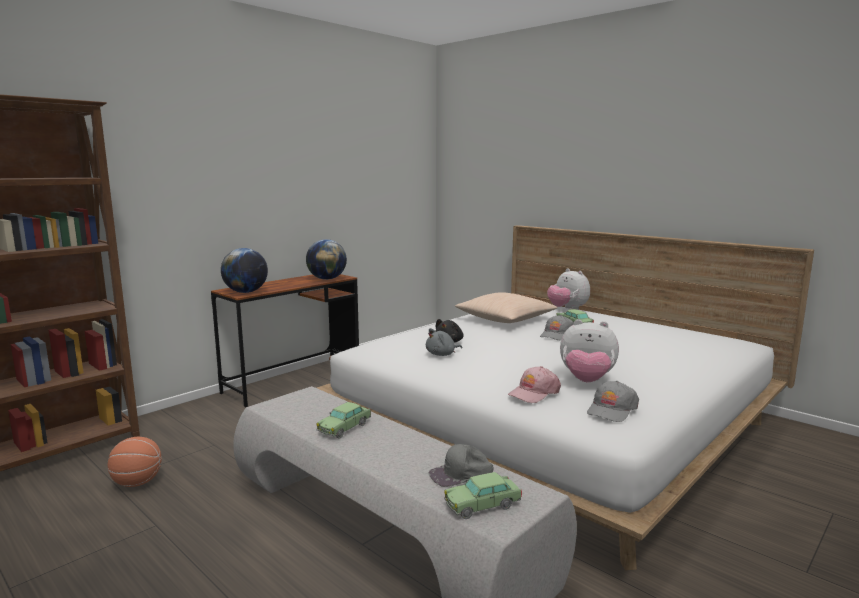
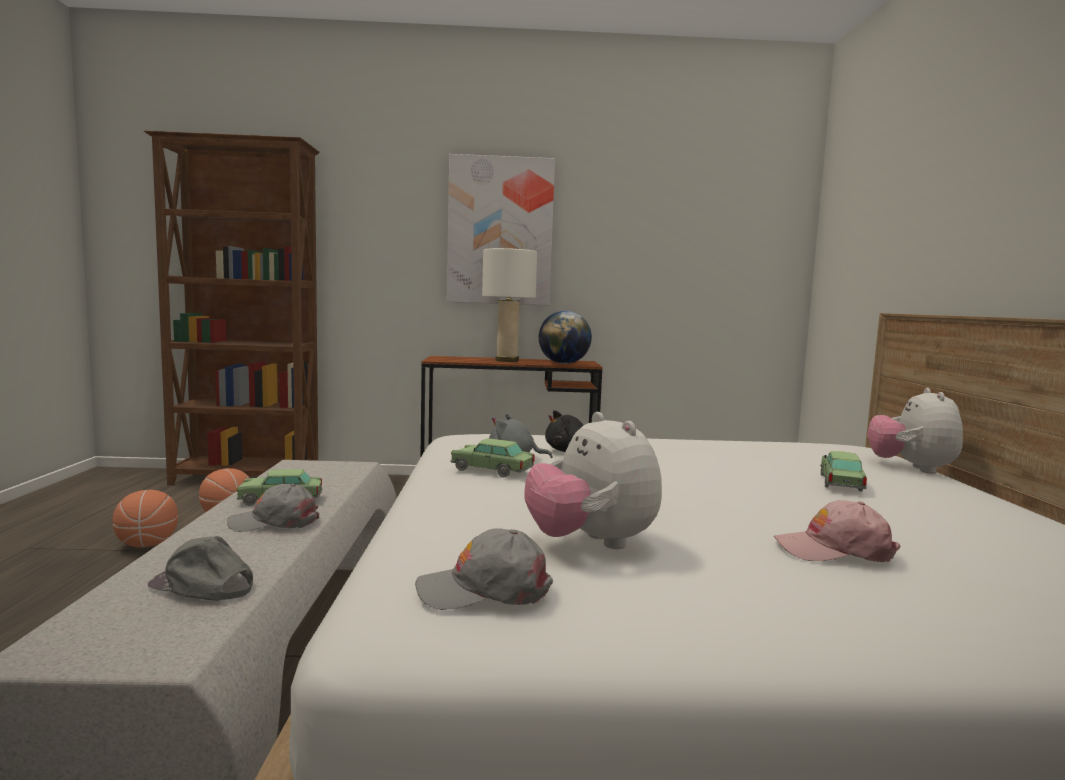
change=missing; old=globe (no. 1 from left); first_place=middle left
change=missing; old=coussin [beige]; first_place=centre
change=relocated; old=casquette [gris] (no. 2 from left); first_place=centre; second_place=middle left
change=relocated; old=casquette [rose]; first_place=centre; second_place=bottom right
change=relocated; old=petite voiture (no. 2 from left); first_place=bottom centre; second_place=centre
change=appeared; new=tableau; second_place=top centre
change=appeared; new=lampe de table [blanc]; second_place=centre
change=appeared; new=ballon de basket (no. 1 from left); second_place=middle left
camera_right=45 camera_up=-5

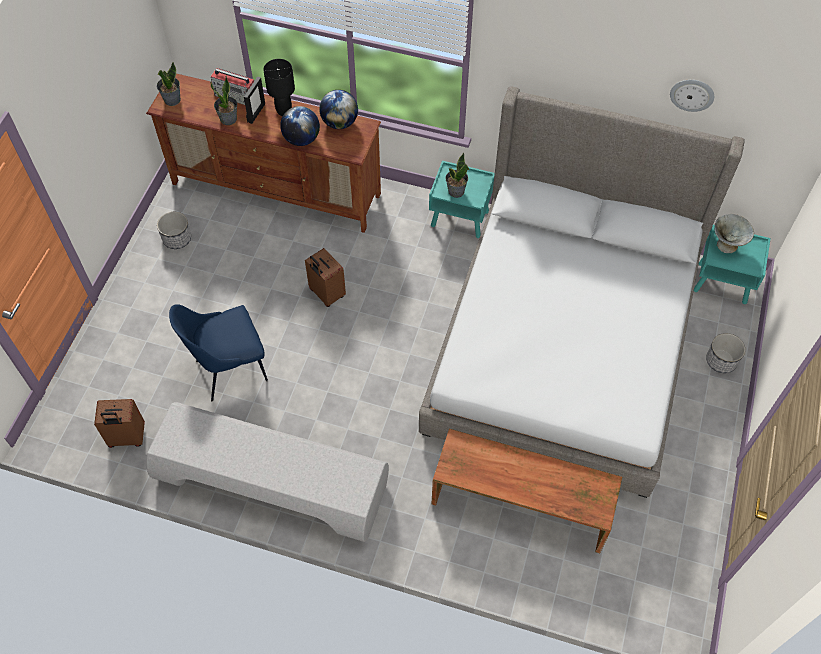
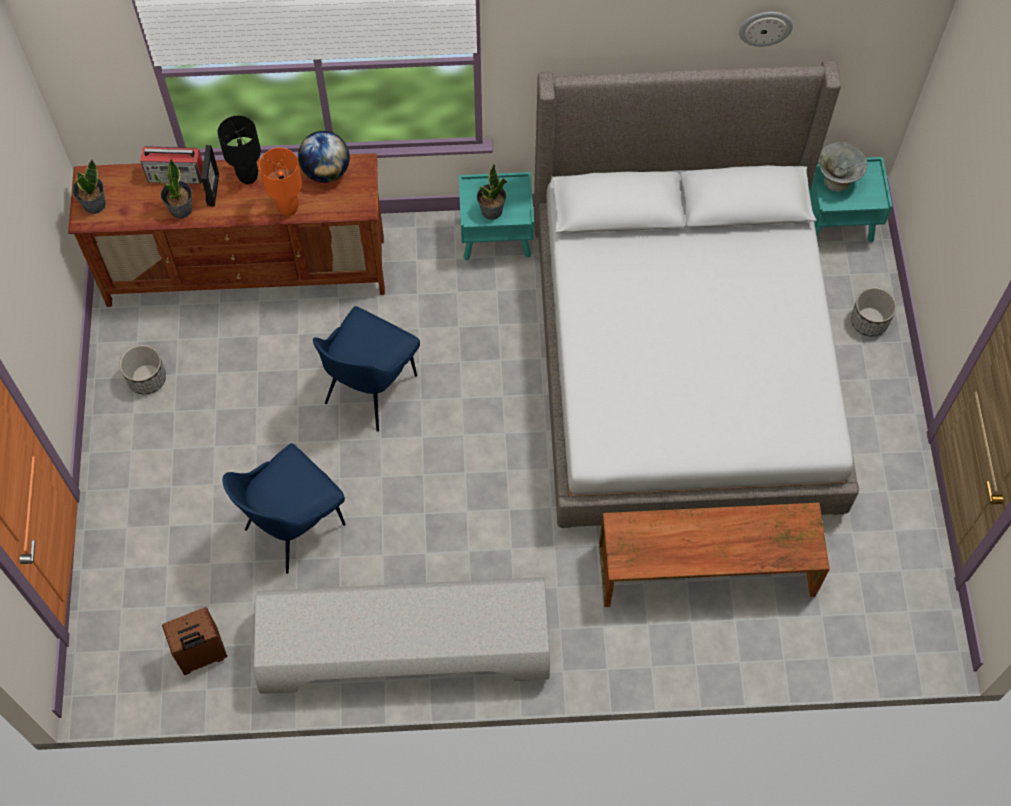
change=exchanged; old=globe (no. 1 from left); new=lampe de table [orange]; first_place=top centre; second_place=top left
change=exchanged; old=valise [marron] (no. 2 from left); new=chaise [bleu] (no. 2 from left); first_place=centre; second_place=centre
camera_right=-20 camera_up=5

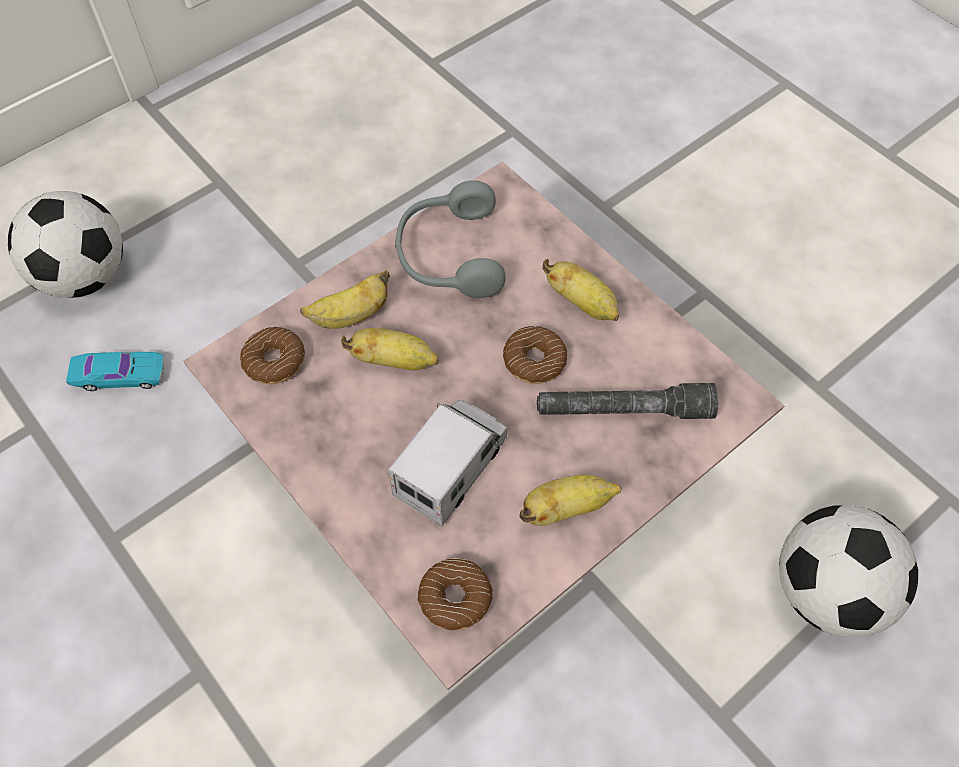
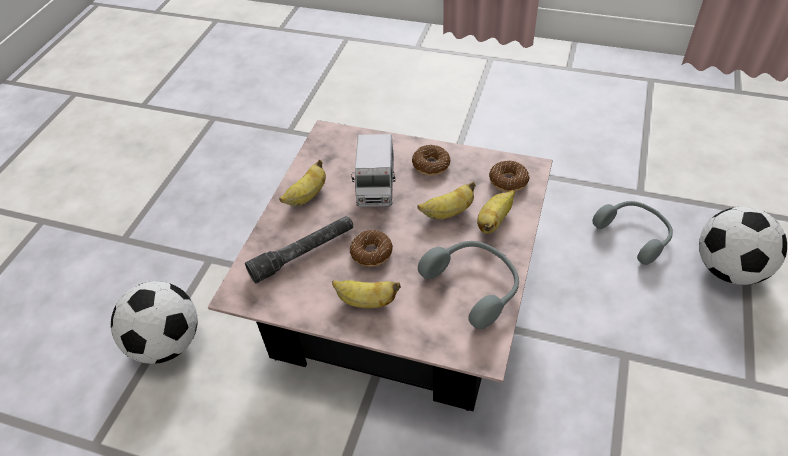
change=exchanged; old=petite voiture [turquoise]; new=casque audio [gris] (no. 2 from left); first_place=middle left; second_place=middle right
change=relocated; old=beignet (no. 2 from left); first_place=bottom centre; second_place=centre
camera_right=150 camera_up=-10

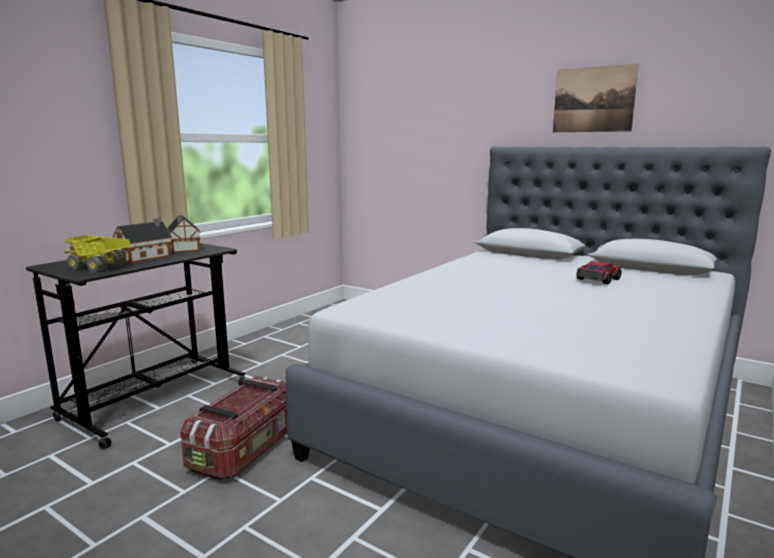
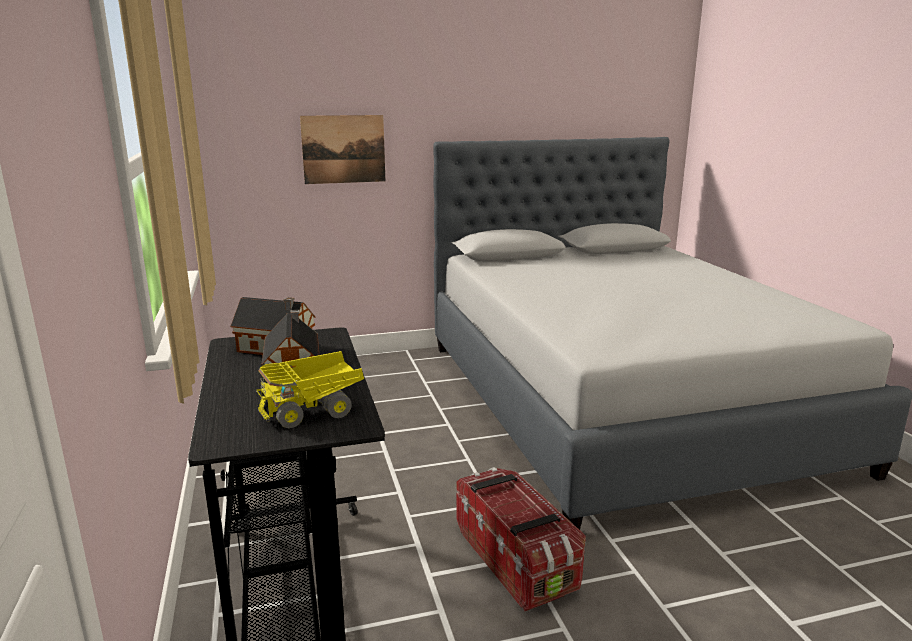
change=relocated; old=tableau; first_place=top right; second_place=top centre
change=missing; old=petite voiture; first_place=middle right
camera_right=-50 camera_up=5

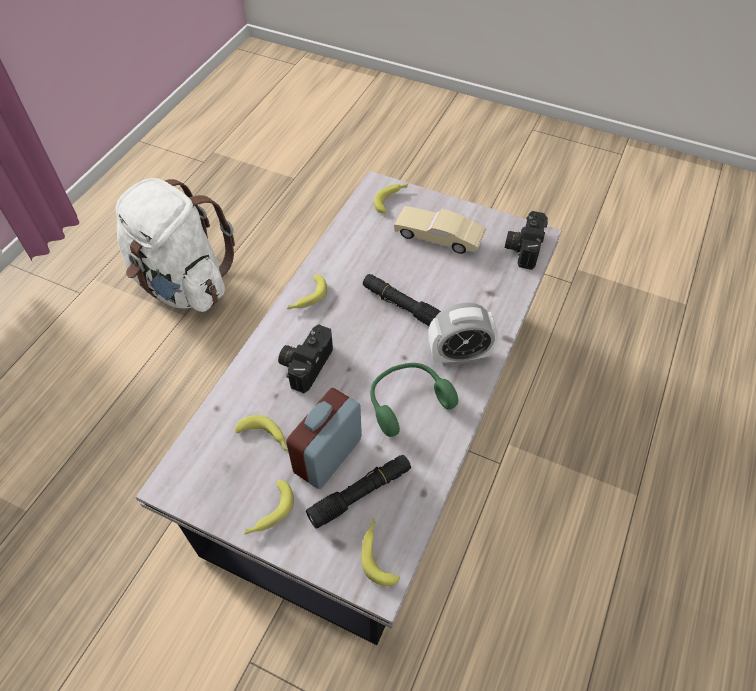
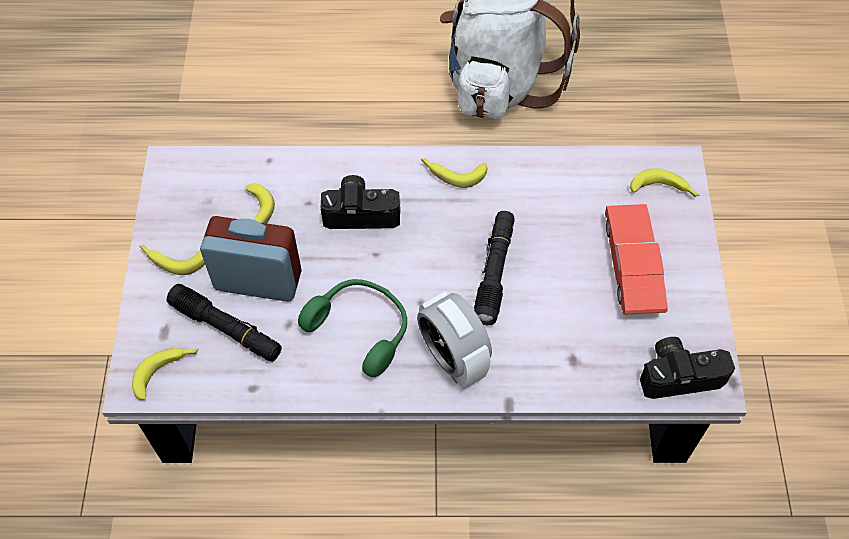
change=colour; old=petite voiture [beige]; new=petite voiture [rouge]; first_place=top centre; second_place=middle right
camera_right=65 camera_up=5

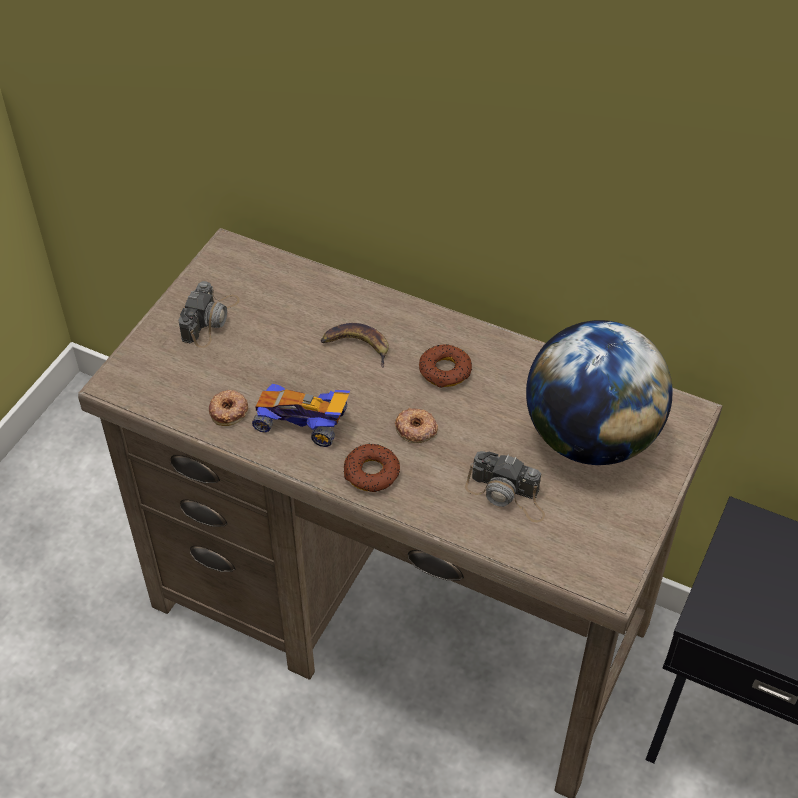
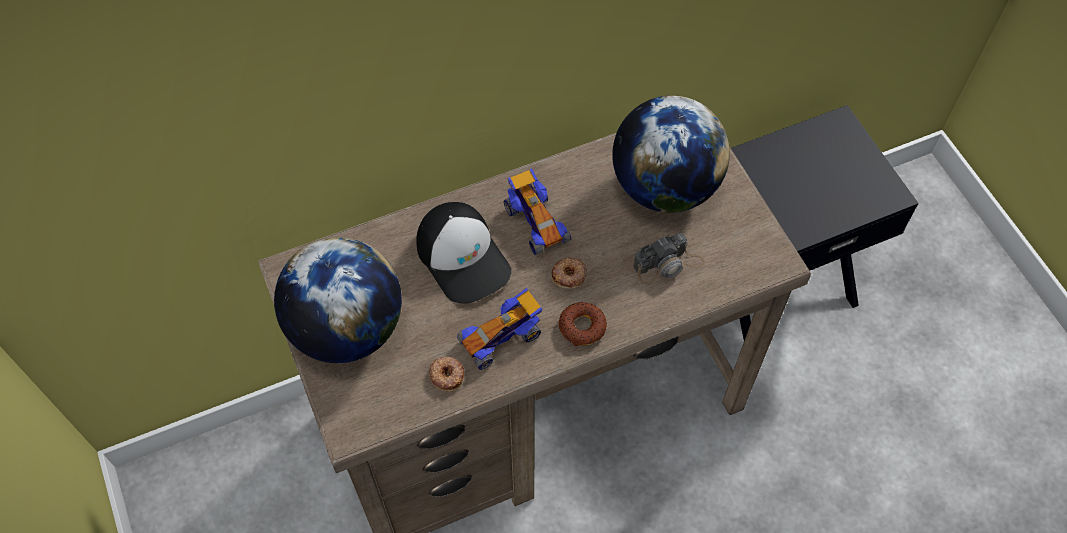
change=exchanged; old=appareil photo (no. 1 from left); new=globe (no. 1 from left); first_place=middle left; second_place=middle left
change=exchanged; old=banane; new=casquette; first_place=centre; second_place=centre
change=exchanged; old=beignet (no. 4 from left); new=petite voiture (no. 2 from left); first_place=centre; second_place=centre
camera_right=-50 camera_up=10

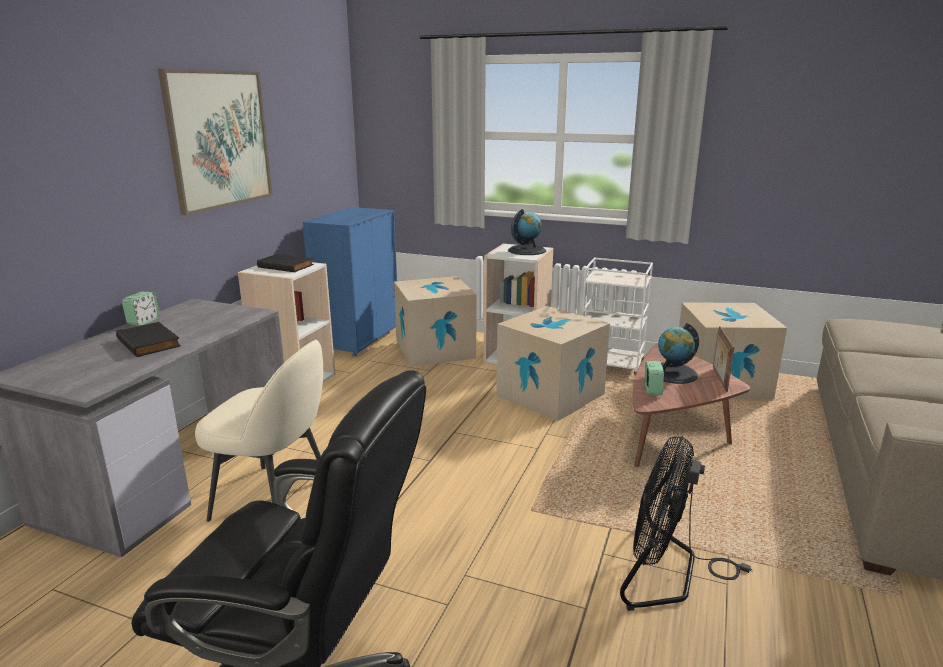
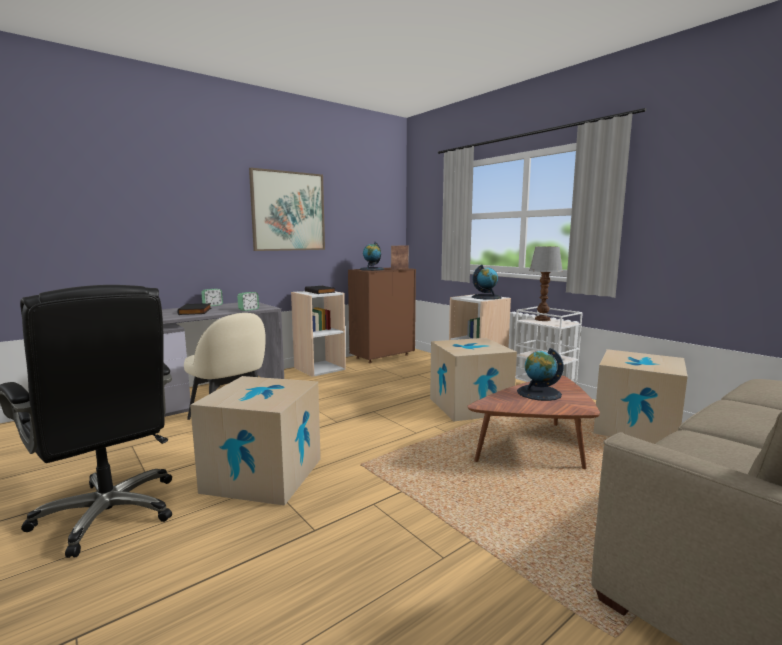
change=colour; old=meuble de rangement [bleu]; new=meuble de rangement [marron]; first_place=centre; second_place=centre
change=relocated; old=carton (no. 1 from left); first_place=centre; second_place=bottom left
change=relocated; old=cadre photo; first_place=middle right; second_place=centre
change=relocated; old=réveil (no. 2 from left); first_place=middle right; second_place=middle left
change=missing; old=ventilateur [noir]; first_place=bottom right
change=appeared; new=globe (no. 1 from left); second_place=centre
change=appeared; new=lampe de table; second_place=middle right
camera_right=30 camera_up=-10

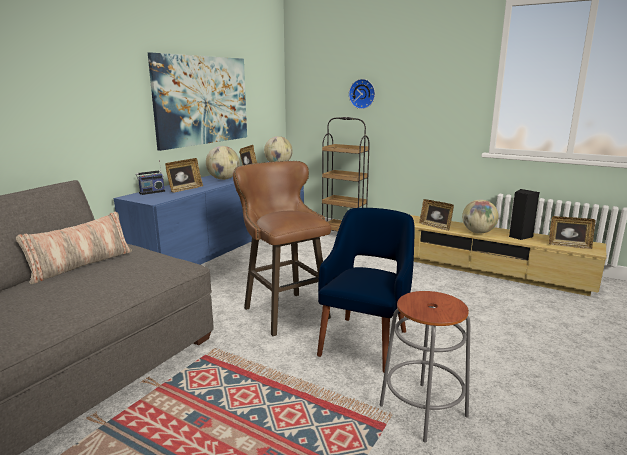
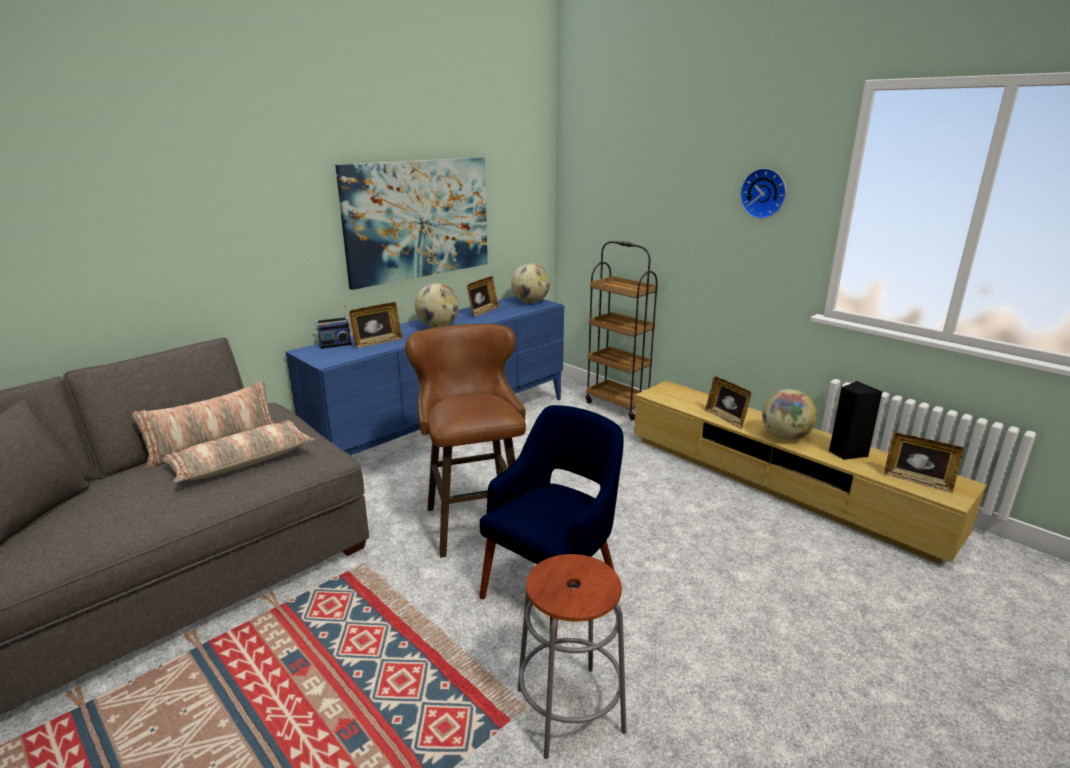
change=relocated; old=horloge murale; first_place=top centre; second_place=top right
change=appeared; new=coussin (no. 2 from left); second_place=middle left
camera_right=15 camera_up=5

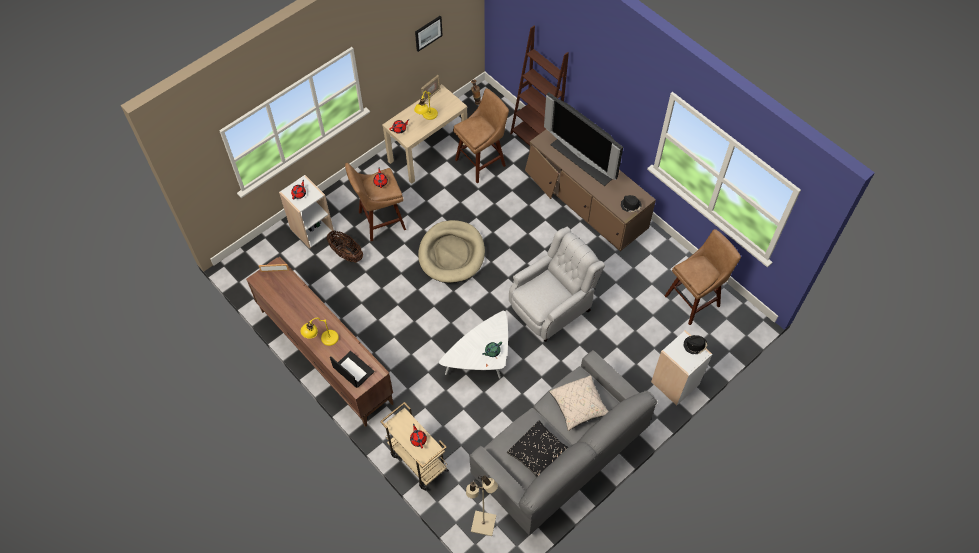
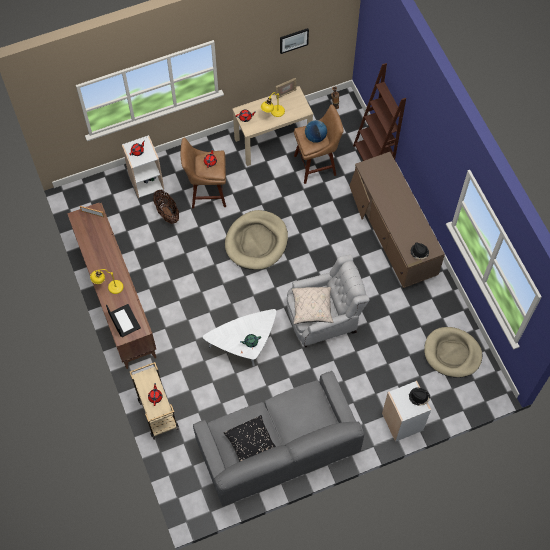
change=missing; old=téléviseur; first_place=top centre
change=exchanged; old=tabouret [marron] (no. 3 from left); new=panier pour chien [beige] (no. 2 from left); first_place=middle right; second_place=middle right
change=relocated; old=coussin [beige]; first_place=bottom centre; second_place=centre
change=missing; old=lampadaire [beige]; first_place=bottom centre
change=appeared; new=globe; second_place=top centre
camera_right=20 camera_up=5

